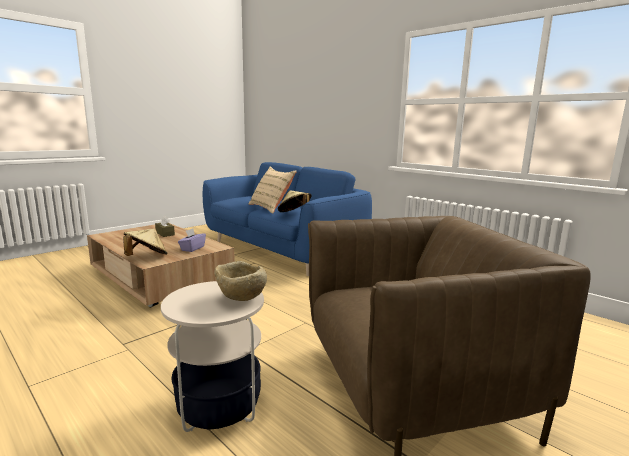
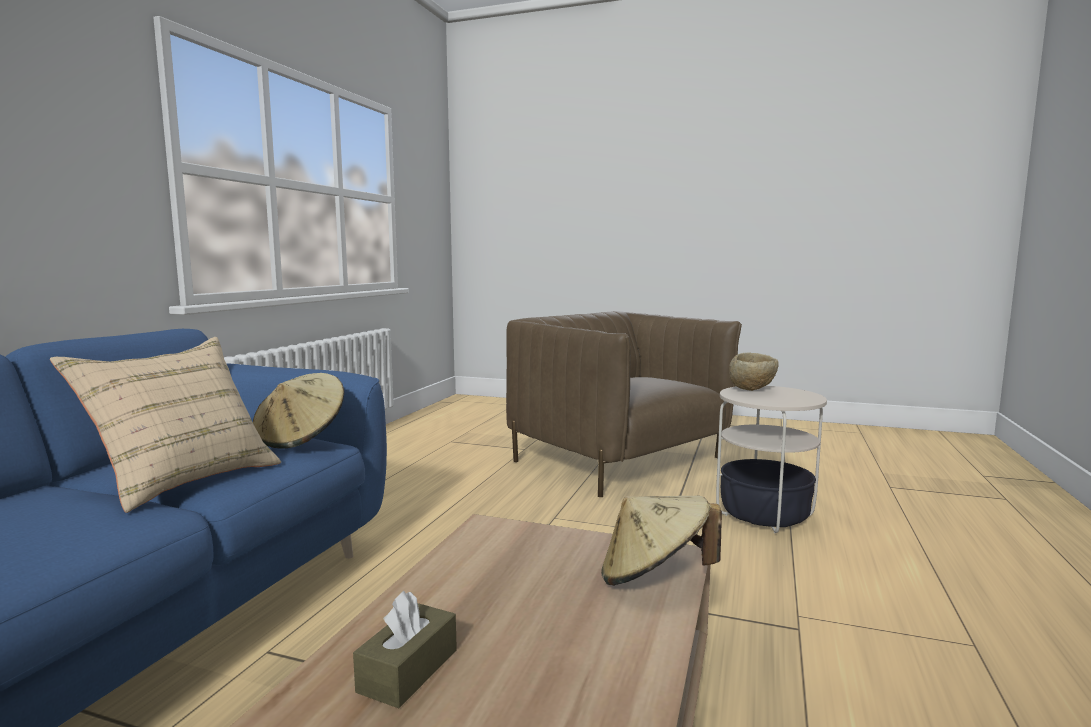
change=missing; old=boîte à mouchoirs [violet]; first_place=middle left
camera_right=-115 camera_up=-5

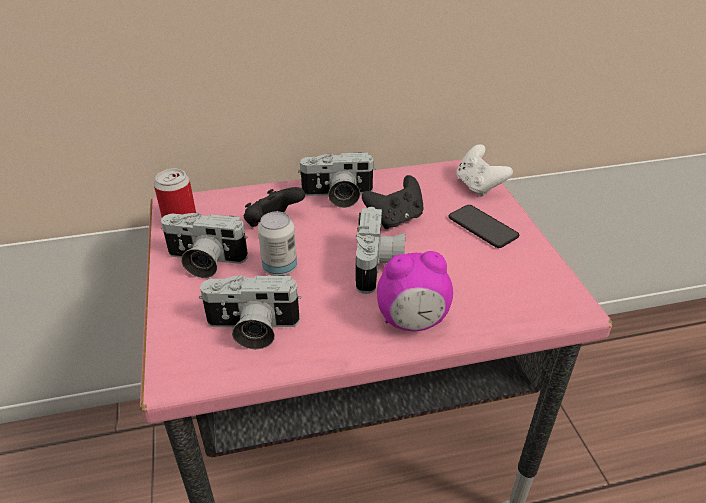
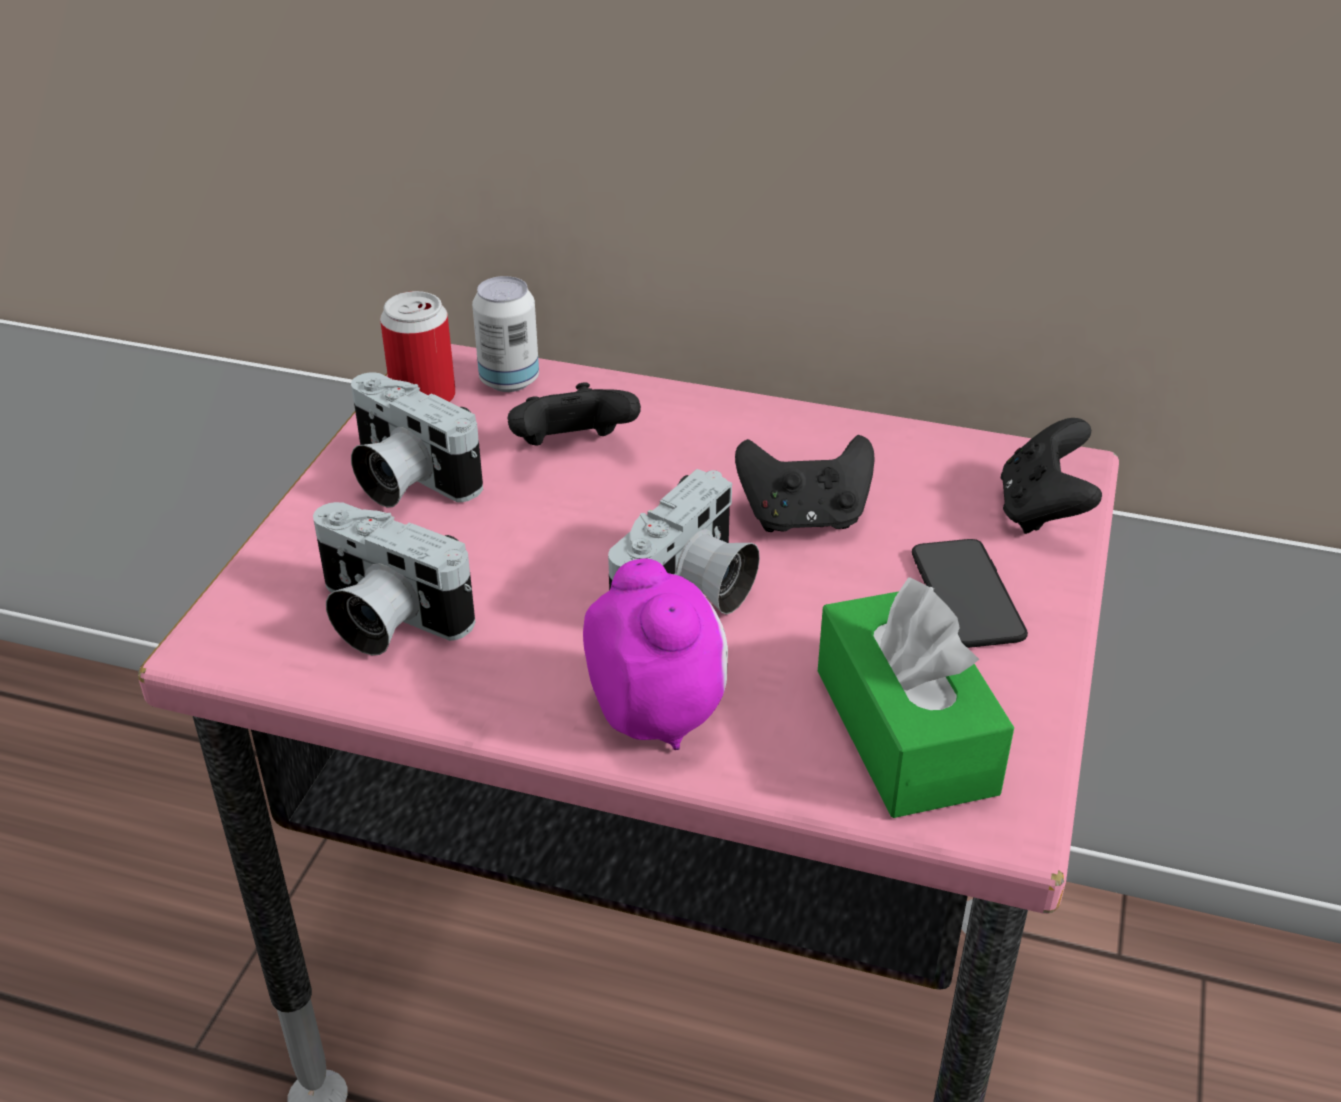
change=colour; old=manette [blanc]; new=manette [noir] (no. 3 from left); first_place=middle right; second_place=middle right
change=missing; old=appareil photo (no. 3 from left); first_place=centre
change=relocated; old=boîte métallique (no. 2 from left); first_place=centre; second_place=top centre
change=spun; old=réveil; first_place=centre; second_place=centre; degrees=-135
change=appeared; new=boîte à mouchoirs [vert]; second_place=middle right
camera_right=30 camera_up=0

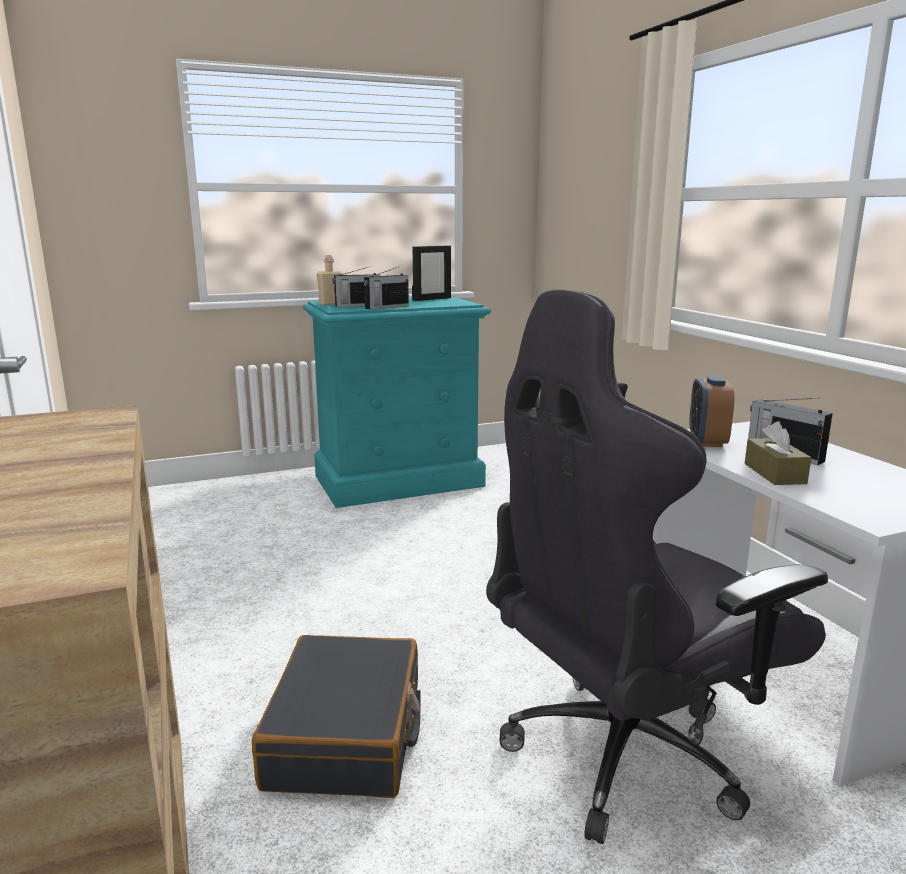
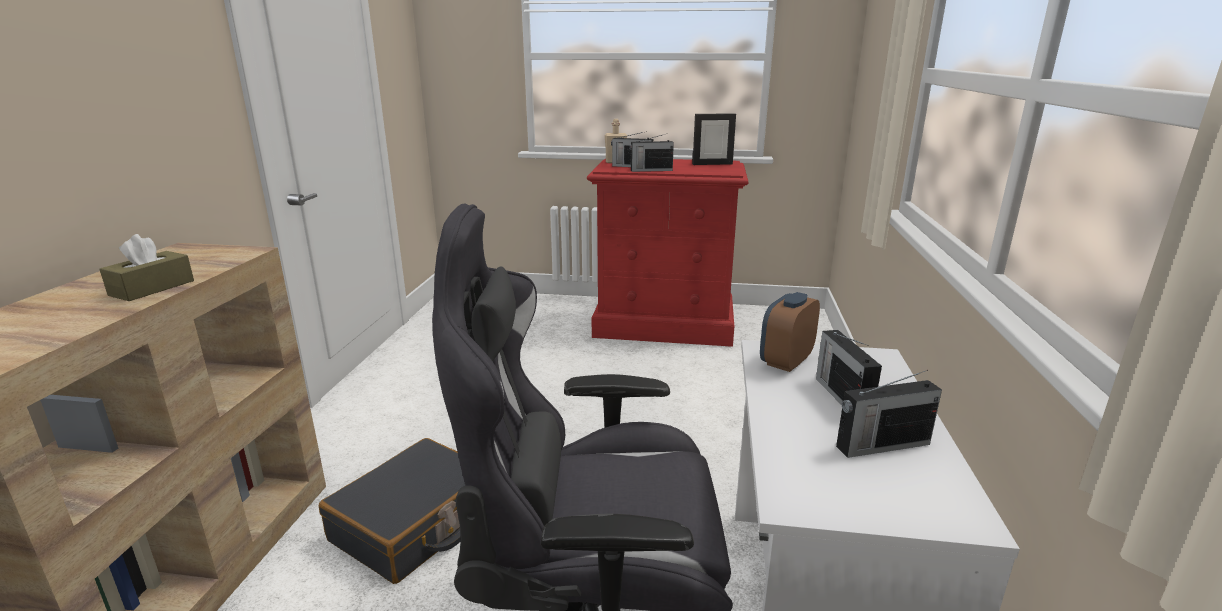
change=colour; old=commode [turquoise]; new=commode [rouge]; first_place=centre; second_place=centre
change=relocated; old=boîte à mouchoirs [marron]; first_place=middle right; second_place=middle left
change=appeared; new=radio (no. 4 from left); second_place=bottom right
camera_right=30 camera_up=5

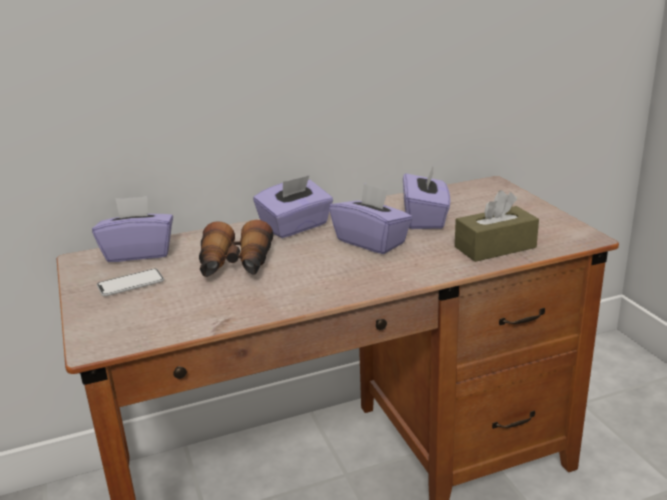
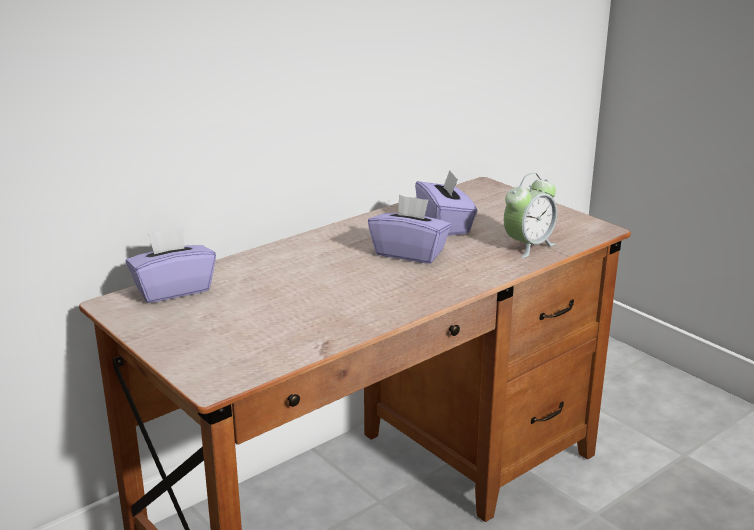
change=missing; old=boîte à mouchoirs [violet] (no. 2 from left); first_place=centre
change=exchanged; old=boîte à mouchoirs [marron]; new=réveil; first_place=middle right; second_place=middle right
change=missing; old=jumelles; first_place=centre
change=missing; old=téléphone; first_place=middle left
camera_right=-20 camera_up=0

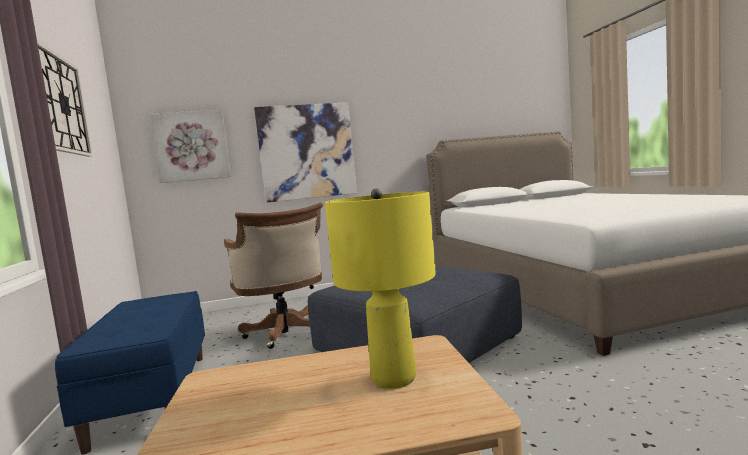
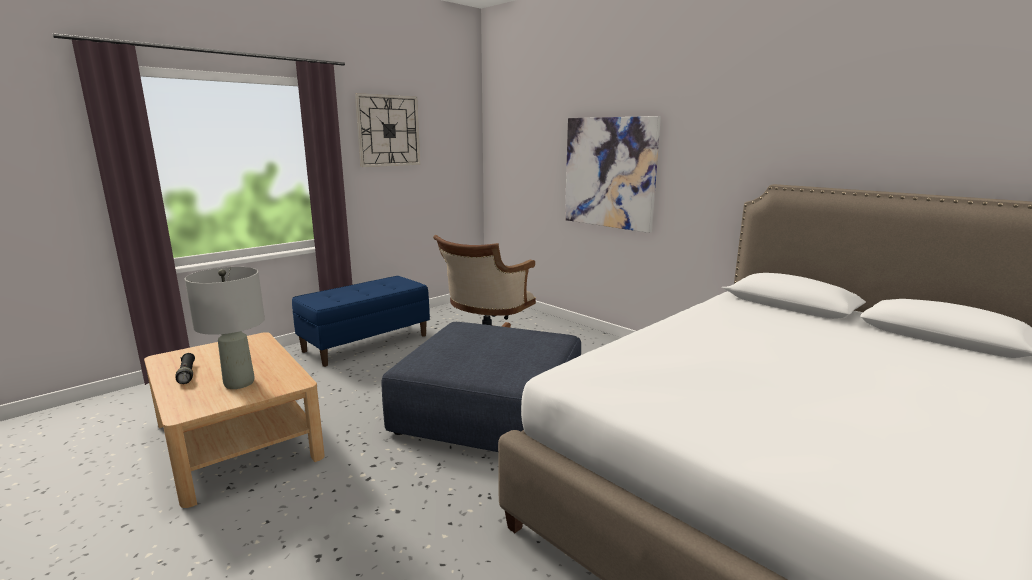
change=missing; old=tableau (no. 1 from left); first_place=top left
change=colour; old=lampe de table [jaune]; new=lampe de table [gris]; first_place=centre; second_place=middle left
change=appeared; new=lampe de poche [noir]; second_place=middle left
camera_right=60 camera_up=10

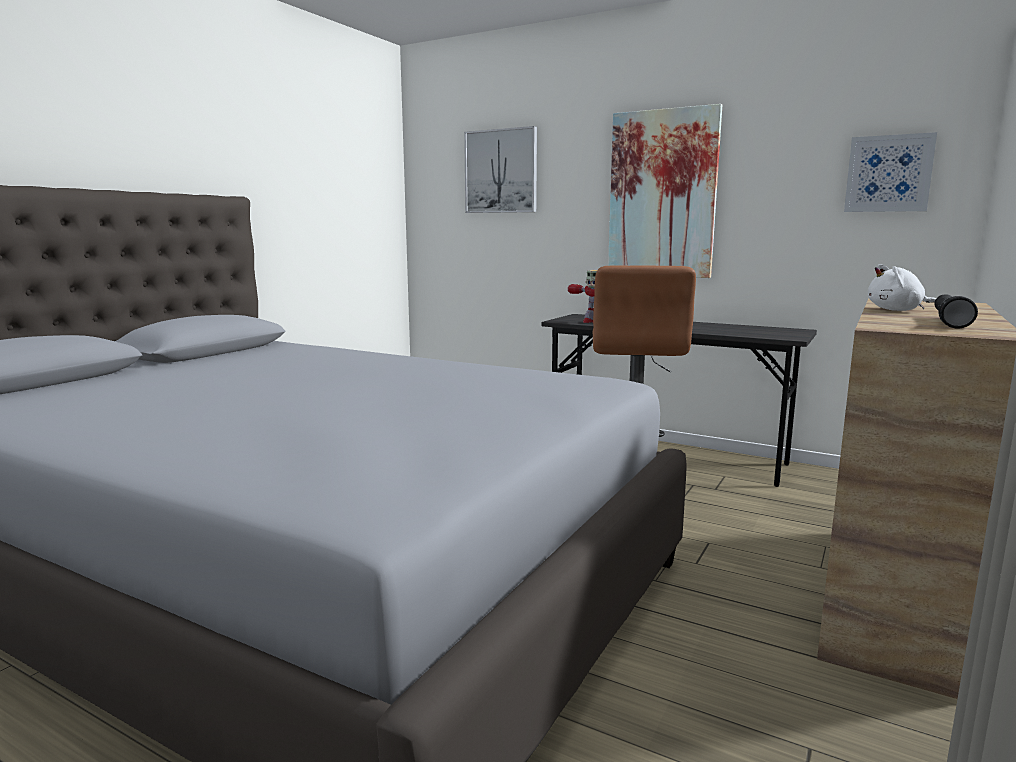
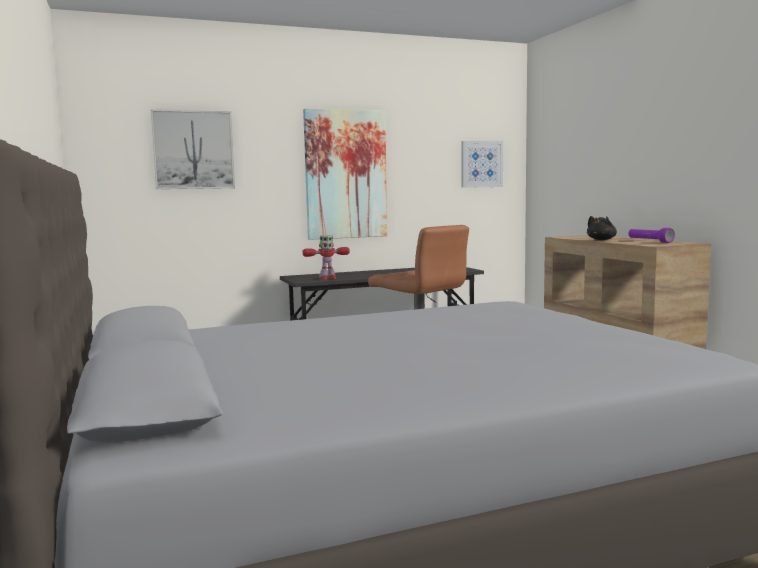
change=colour; old=peluche [blanc]; new=peluche [noir]; first_place=middle right; second_place=middle right
change=colour; old=lampe de poche [noir]; new=lampe de poche [violet]; first_place=middle right; second_place=middle right
camera_right=-50 camera_up=-5

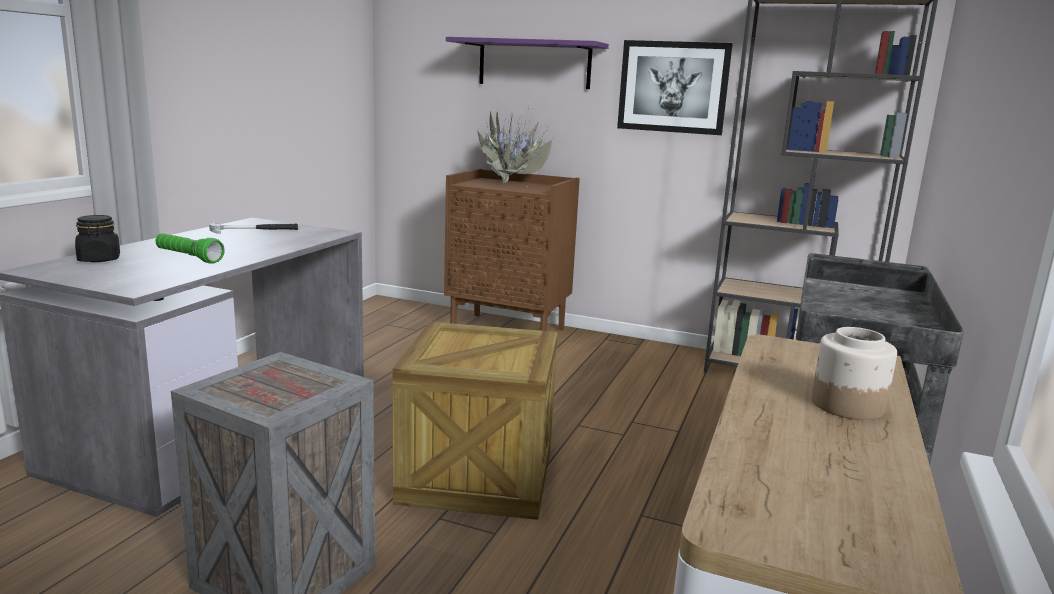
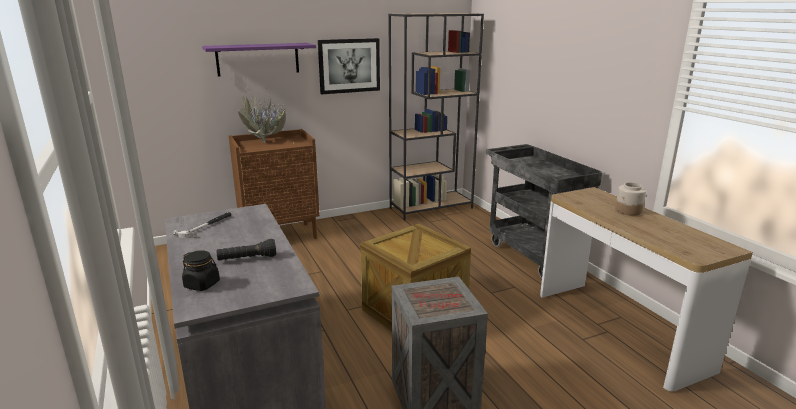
change=colour; old=lampe de poche [vert]; new=lampe de poche [noir]; first_place=middle left; second_place=middle left
camera_right=-45 camera_up=5

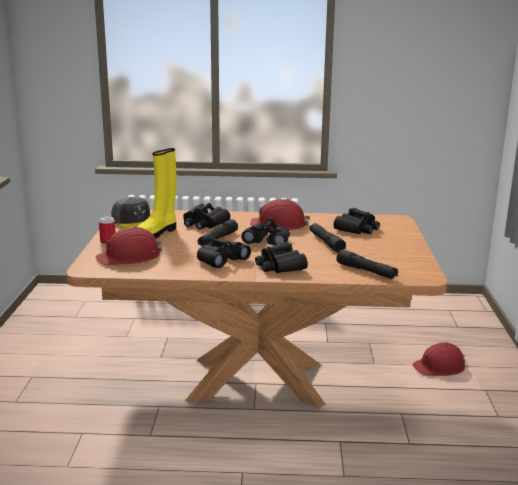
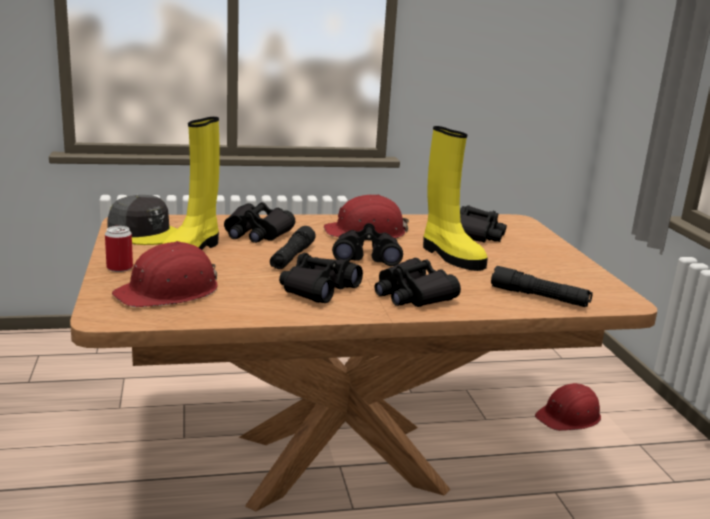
change=exchanged; old=lampe de poche [noir] (no. 2 from left); new=botte [jaune] (no. 2 from left); first_place=centre; second_place=centre
camera_right=-15 camera_up=0

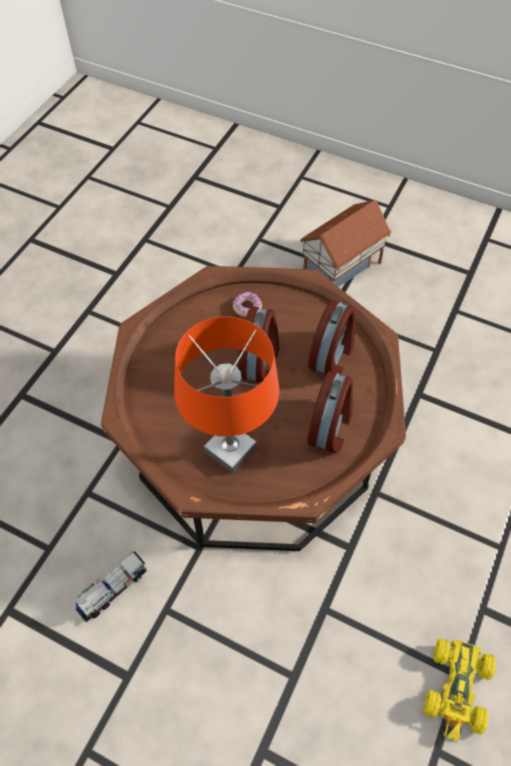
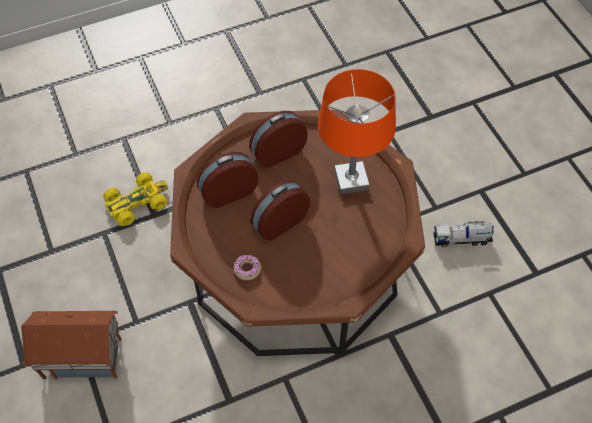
change=relocated; old=petite voiture [jaune]; first_place=bottom right; second_place=middle left
camera_right=-140 camera_up=0

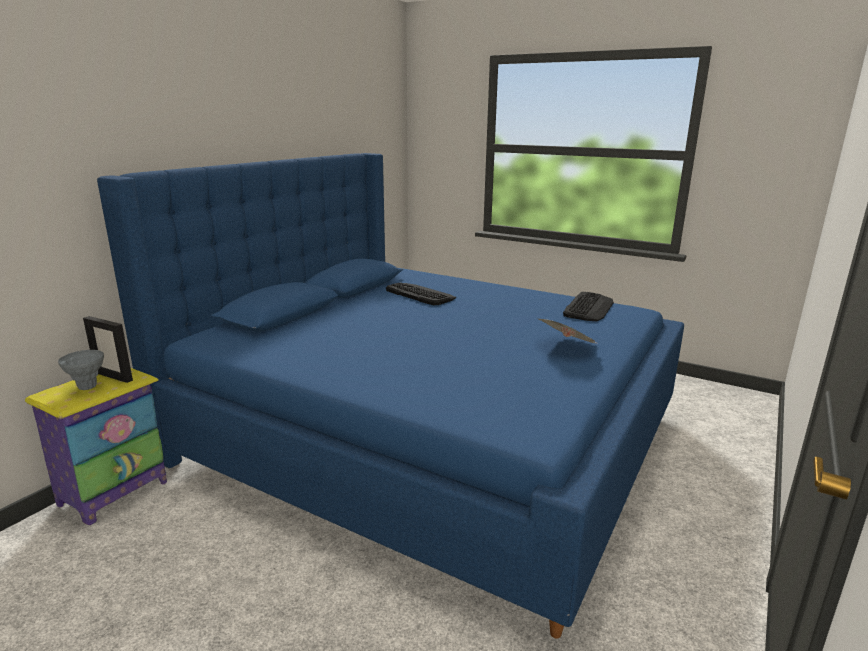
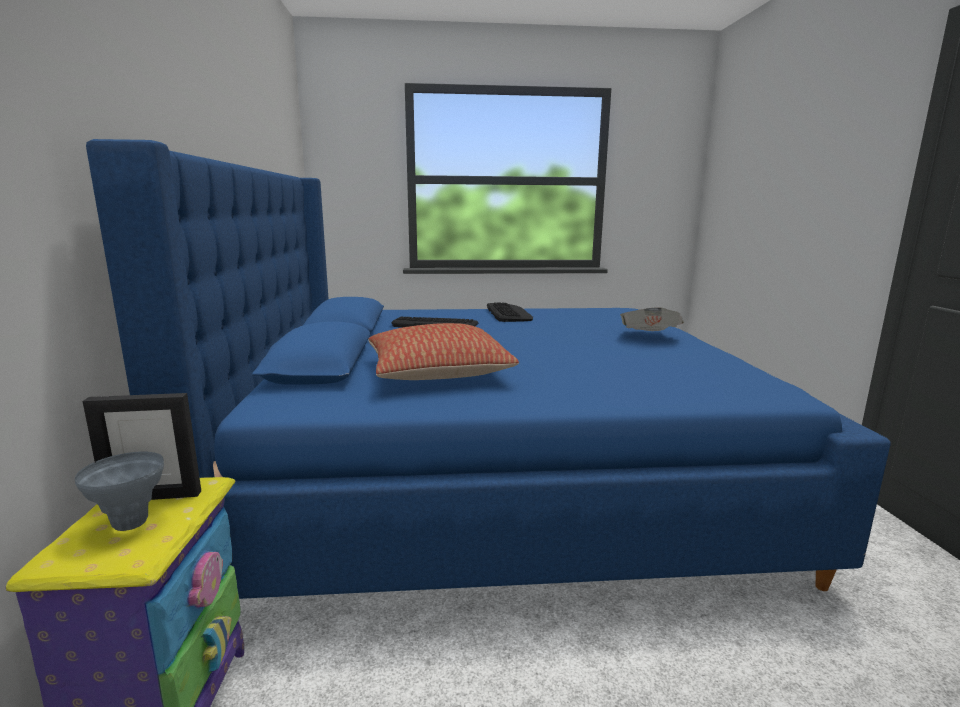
change=relocated; old=clavier (no. 2 from left); first_place=middle right; second_place=centre
change=appeared; new=coussin; second_place=centre
camera_right=-35 camera_up=-5

